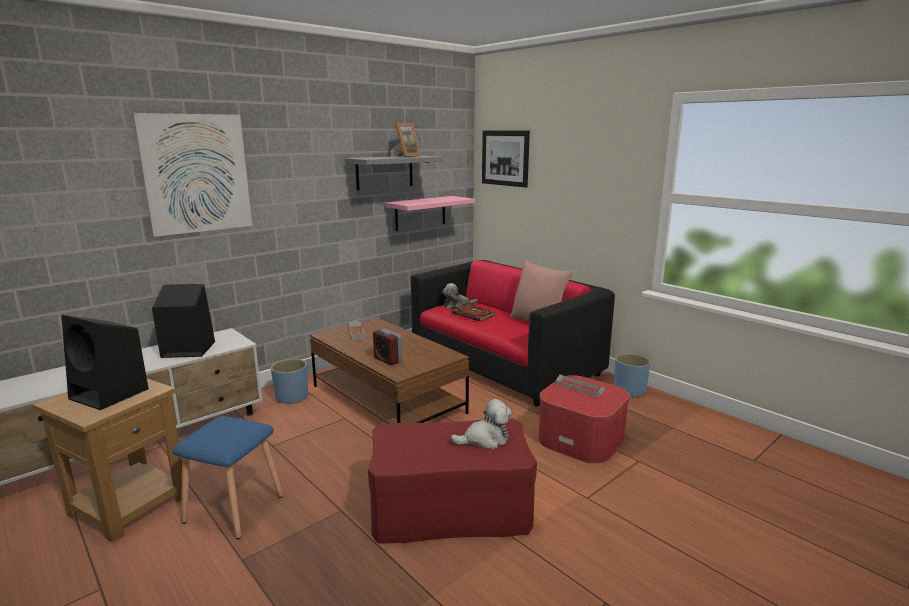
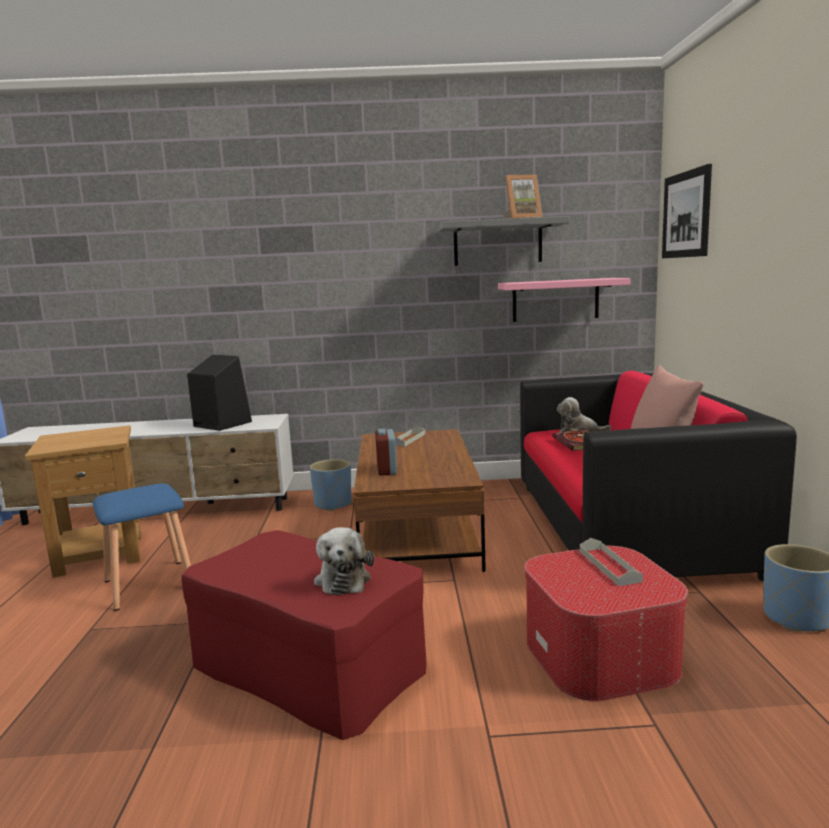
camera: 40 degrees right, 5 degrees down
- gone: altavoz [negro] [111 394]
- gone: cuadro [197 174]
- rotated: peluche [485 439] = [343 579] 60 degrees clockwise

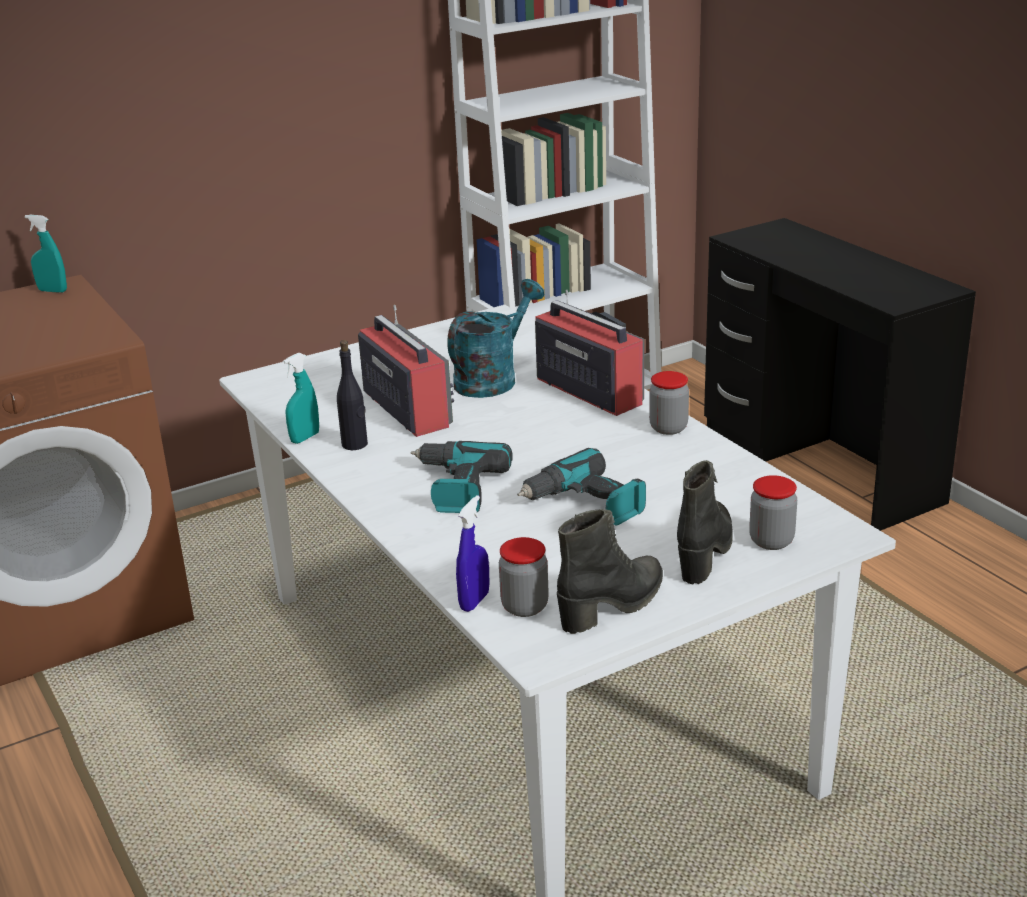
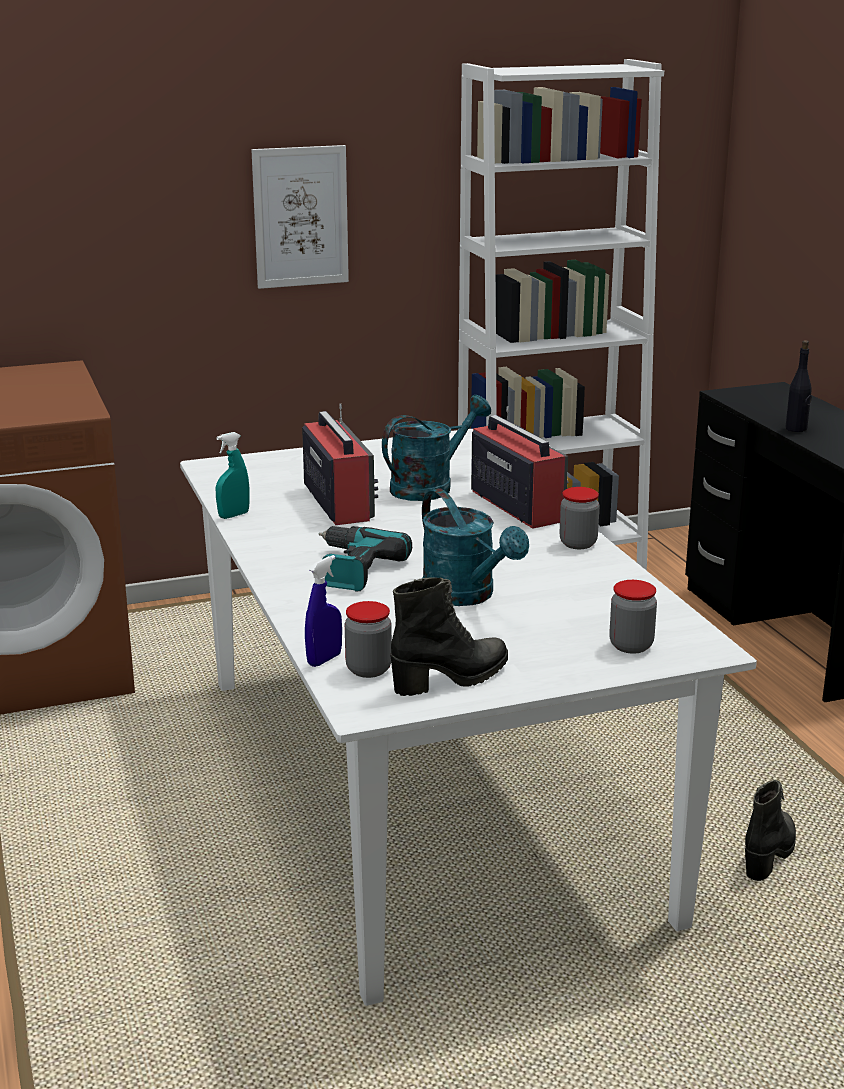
camera: 10 degrees right, 5 degrees down
- gone: pulverizador [turquesa] [52 291]
- new: cuadro [300 217]
- shifted: botella [negro] [355 444] to [796 429]
- shifted: bota [negro] [705 552] to [769 854]
- swapped: taladro [585 504] to regadera [turquesa] [466 596]

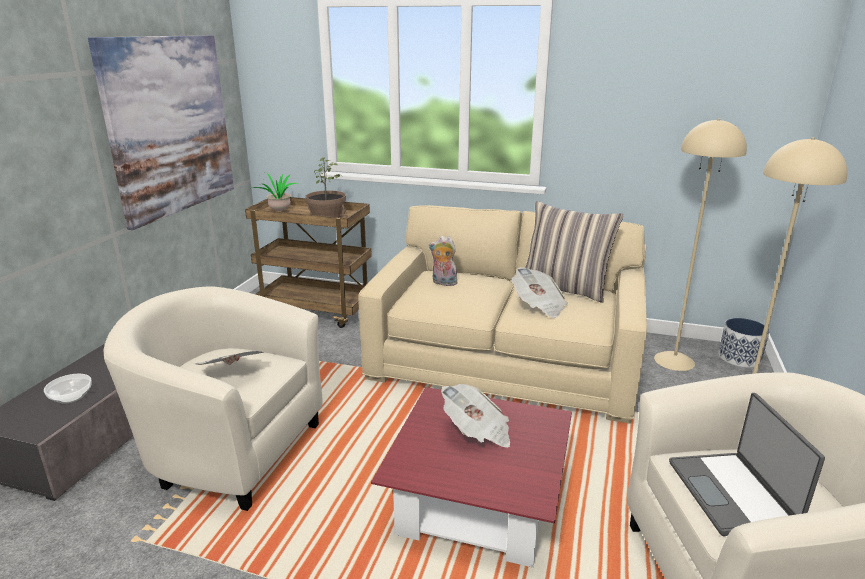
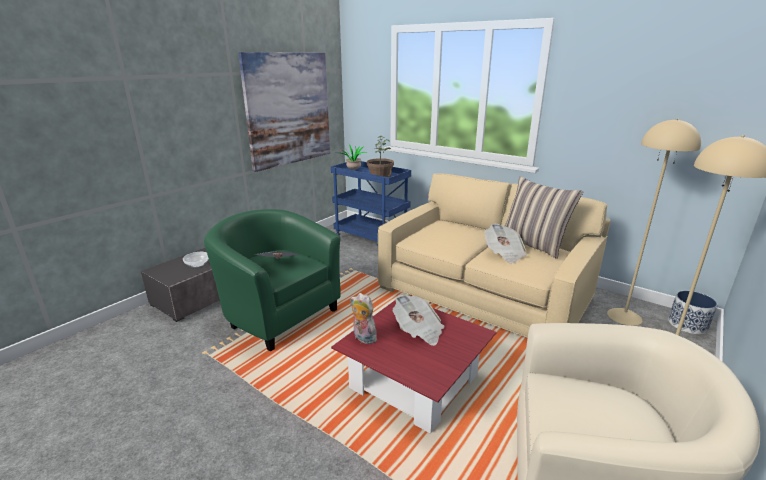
camera: 20 degrees right, 0 degrees up
- gone: portátil [733 494]
- shifted: peluche [443 283] to [363 338]
- repainted: sillón [beis] [230 450] to sillón [verde] [278 314]
- repainted: carrito [marrón] [318 311] to carrito [azul] [372 240]

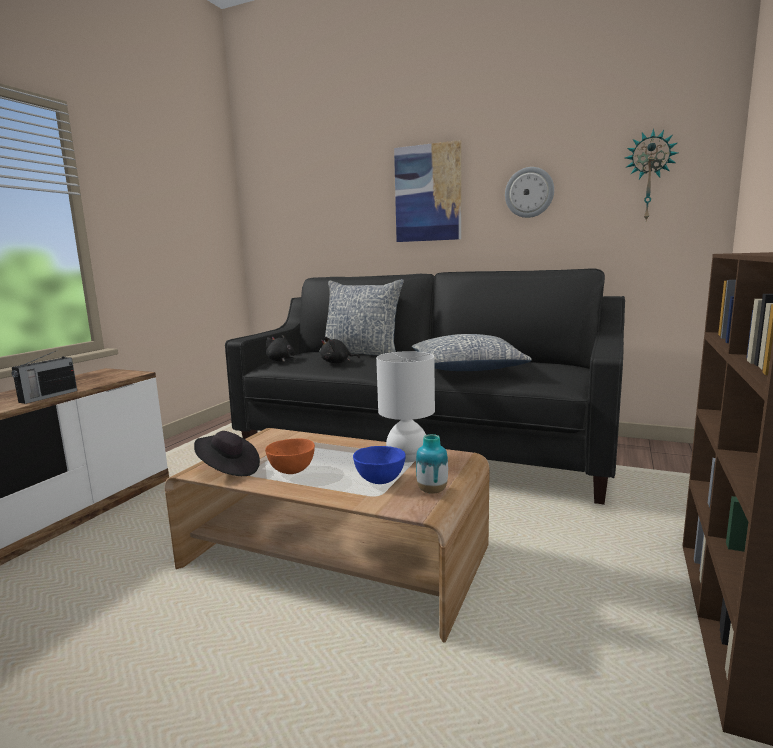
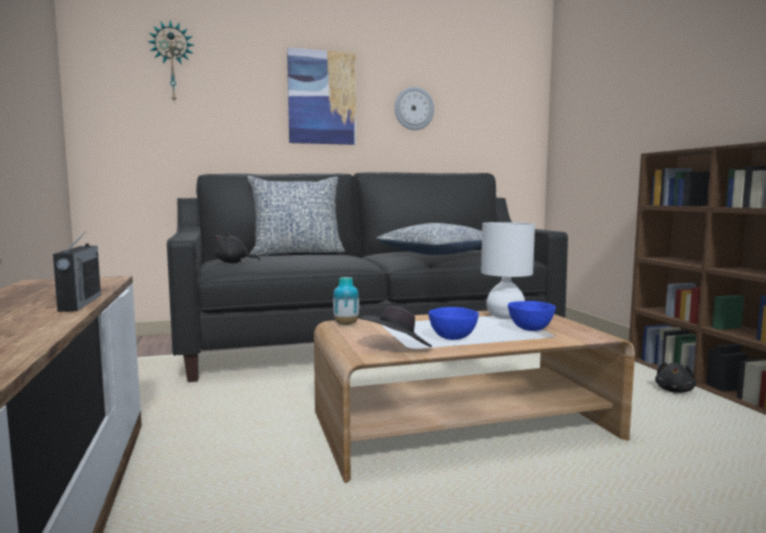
camera: 40 degrees left, 5 degrees down
- shifted: peluche [negro] [337 362] to [674 390]
- shifted: florero [432 491] to [346 324]
- shifted: reloj de pared [649 176] to [172 62]
- repainted: cuenco [naranja] [292 471] to cuenco [azul] [453 338]

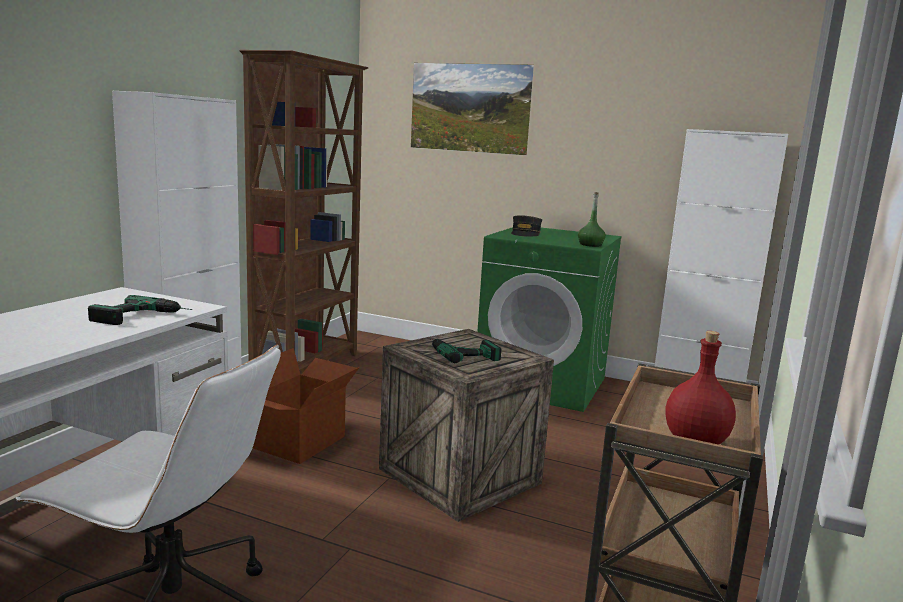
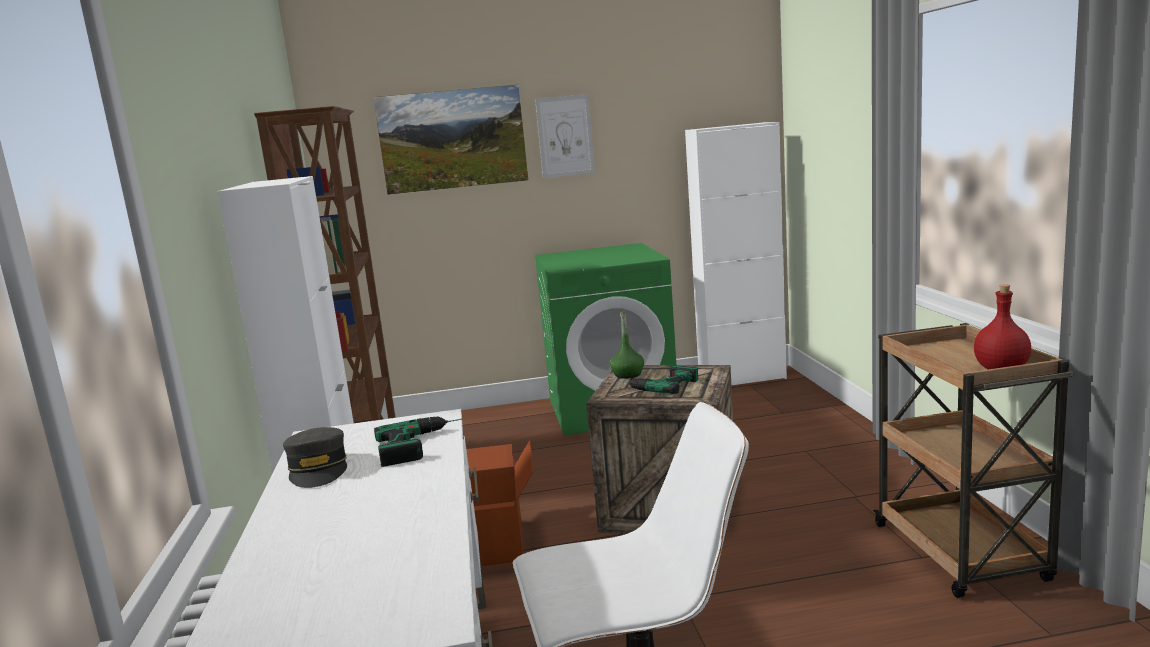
camera: 30 degrees left, 0 degrees up
- new: cuadro [565 136]
- shifted: gorra [gris] [525 234] to [318 469]
- shifted: botella [verde] [590 245] to [627 374]

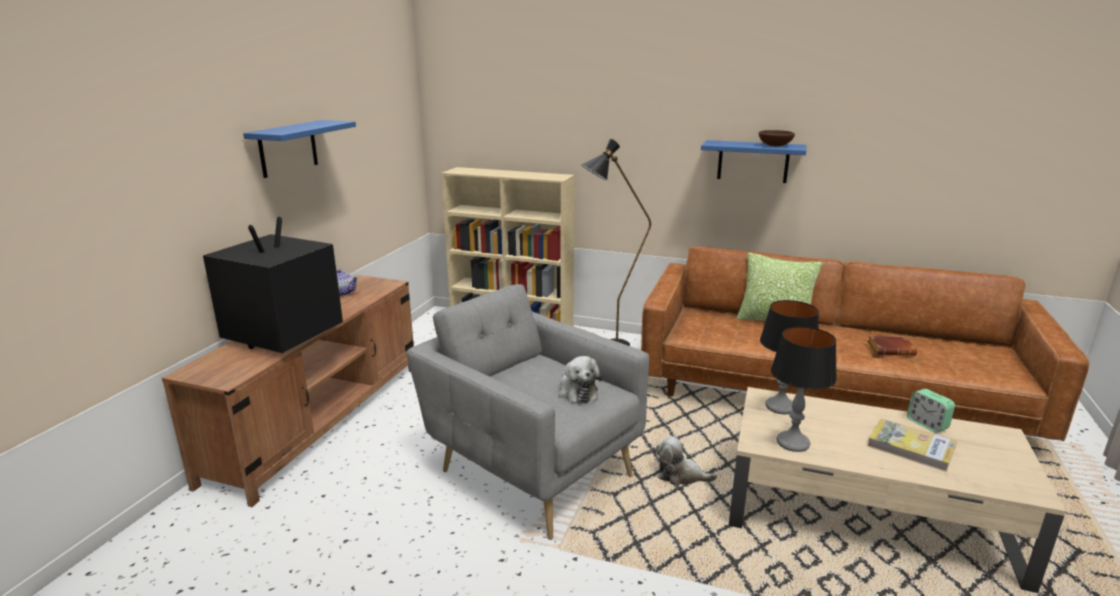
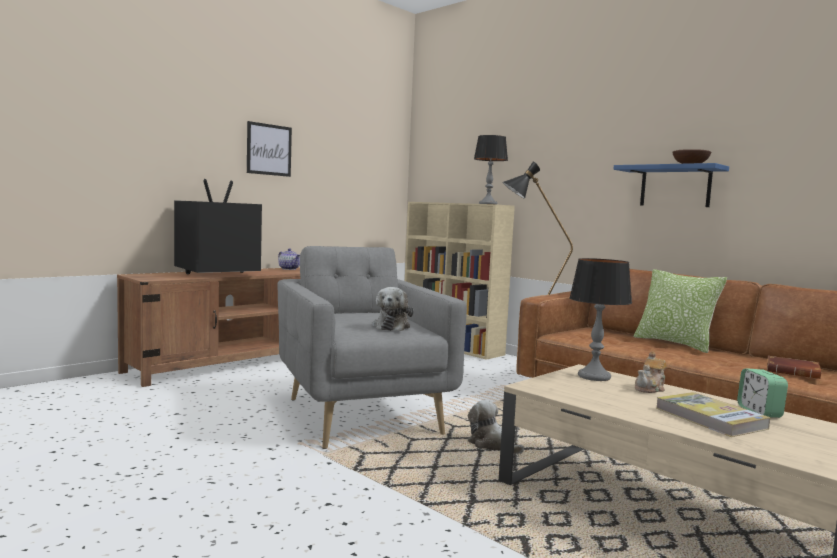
camera: 25 degrees right, 15 degrees down
- new: tetera [650 389]
- shifted: lámpara de mesa [792 442] to [488 204]
- swapped: estante [azul] [288 148] to cuadro [269 149]

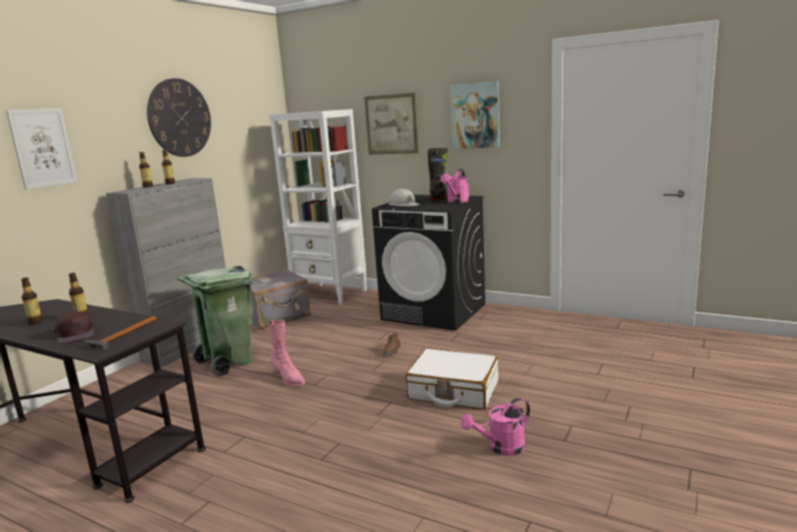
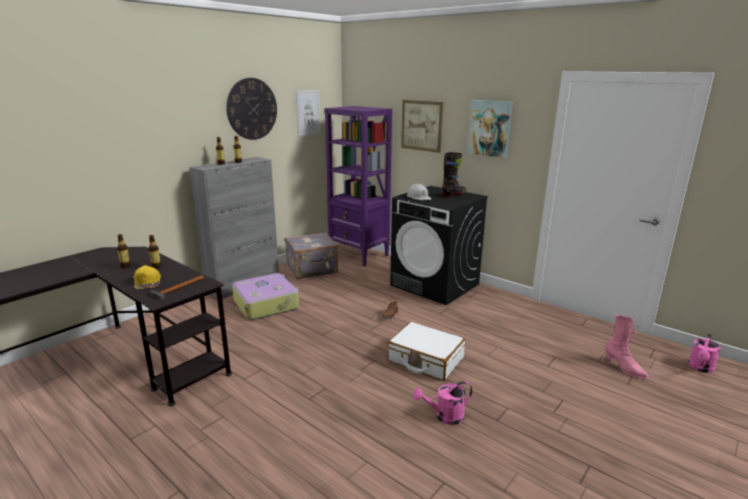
camera: 10 degrees right, 5 degrees up
- shifted: cuadro [42 148] to [308 112]
- shifted: bota [rosa] [288 379] to [624 368]
- shifted: regadera [rosa] [456 201] to [700 368]
- swapped: papelera [verde] [228 362] to maleta [266 304]
- repainted: gorra [marrón] [76 334] to gorra [amarillo] [148 281]
- repainted: estantería [blanco] [330 294] to estantería [morado] [359 255]

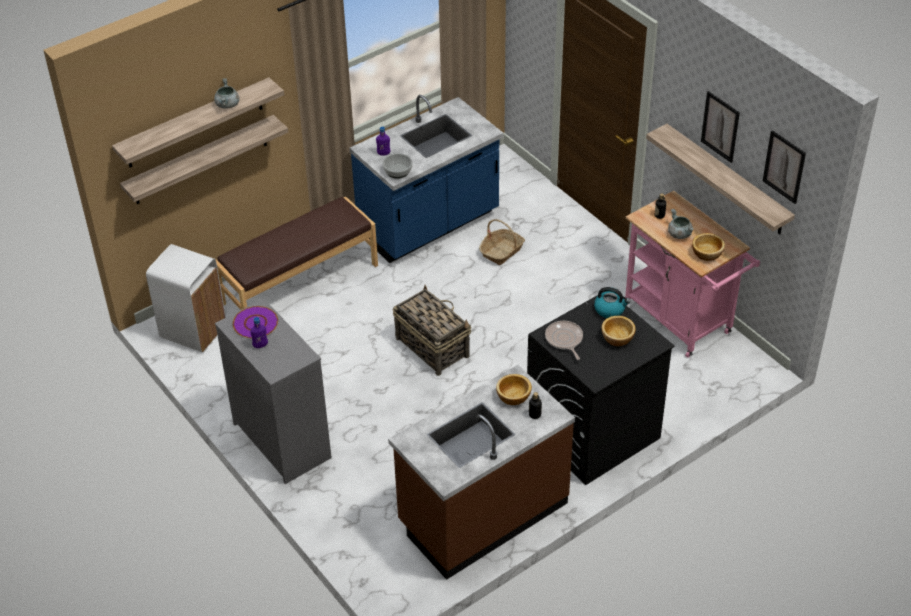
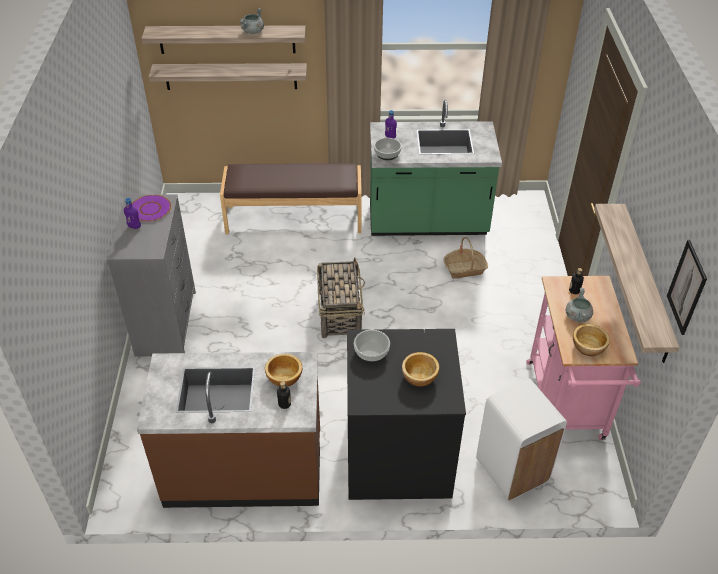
camera: 35 degrees right, 0 degrees up
- gone: hervidor [610 309]
- gone: cuadro [720 126]
- shifted: papelera [blanco] [193 331] to [512 469]
- swapped: sartén [564 339] to cuenco [371 351]
- repainted: mueble bajo de cocina [azul] [429 226] to mueble bajo de cocina [verde] [427 223]

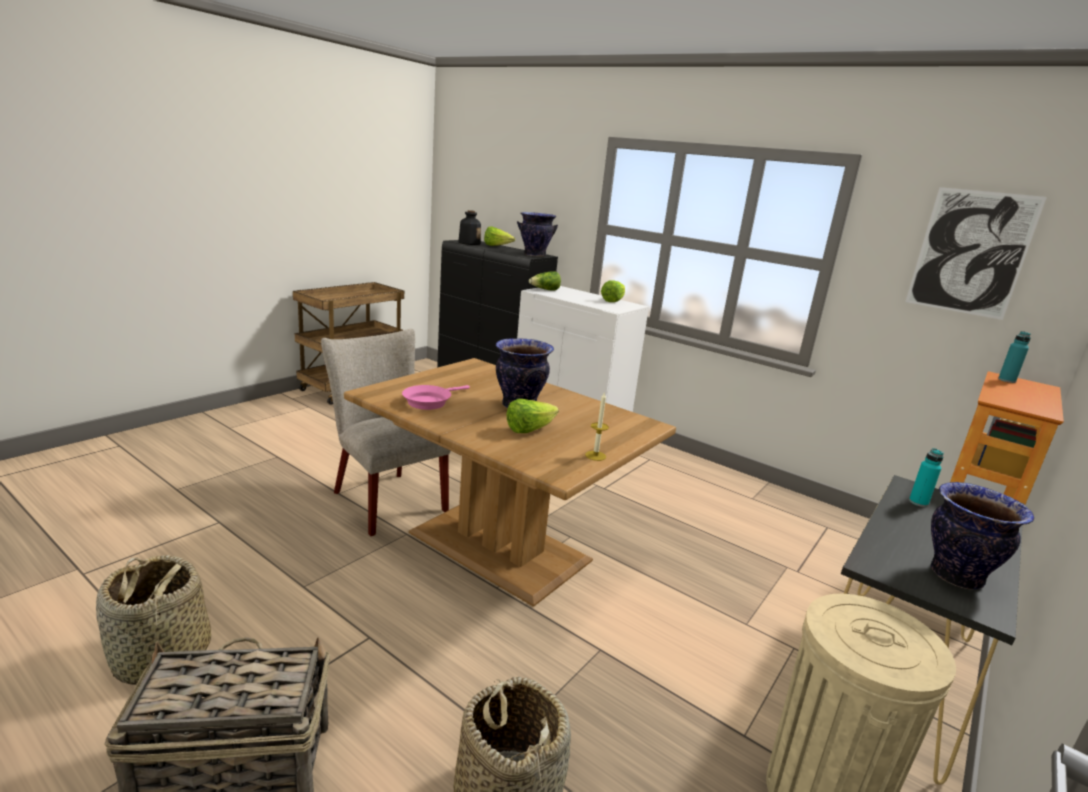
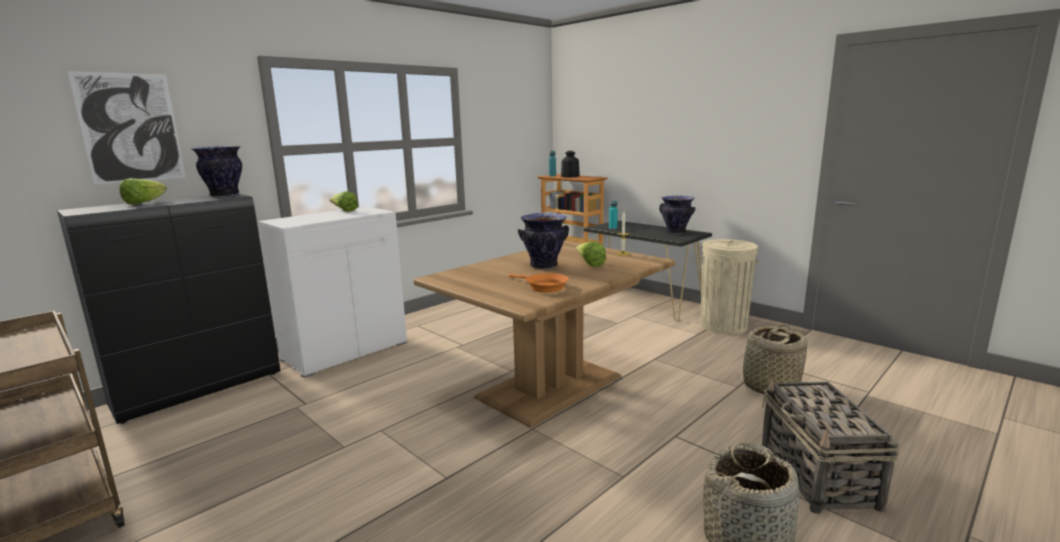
camera: 80 degrees left, 5 degrees down
- gone: silla [beis] [384 498]
- gone: lechuga [545 290]
- shifted: botella [469 243] to [570 176]
- shifted: cuadro [971 253] to [130 128]
- repainted: sartén [rosa] [430 401] to sartén [naranja] [543 287]

